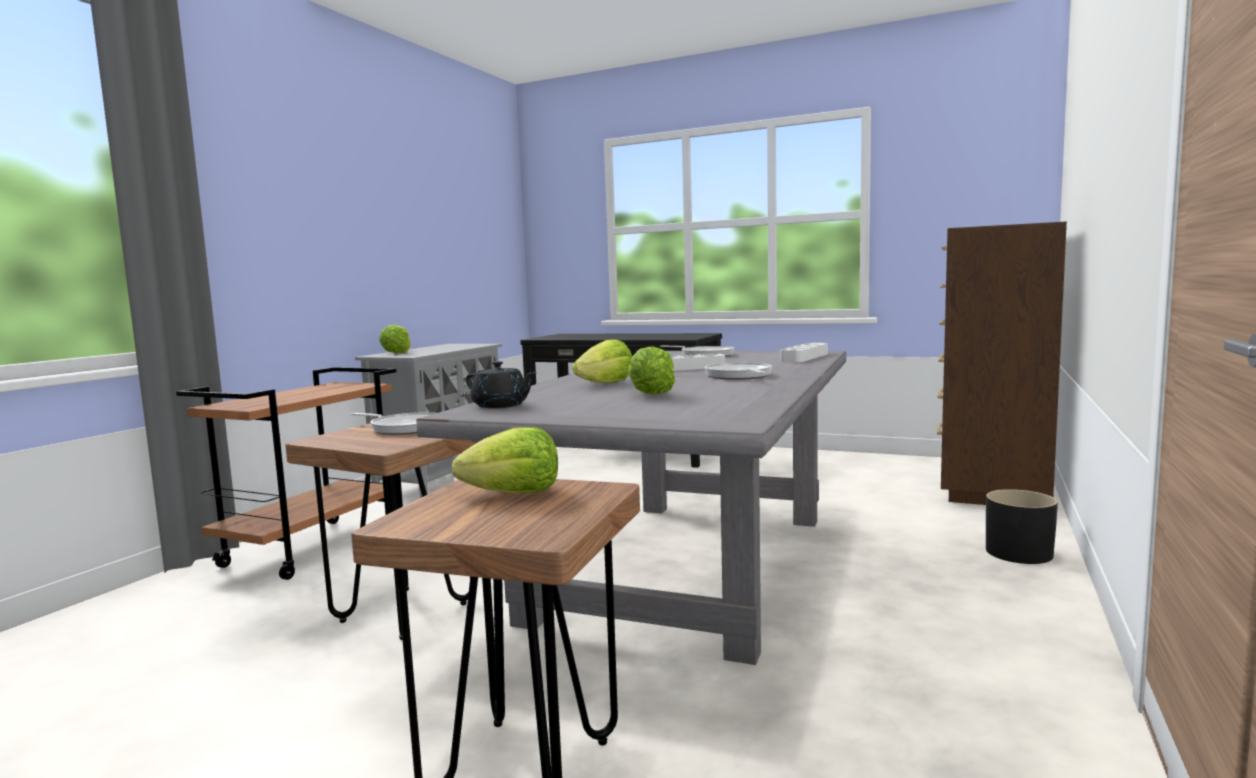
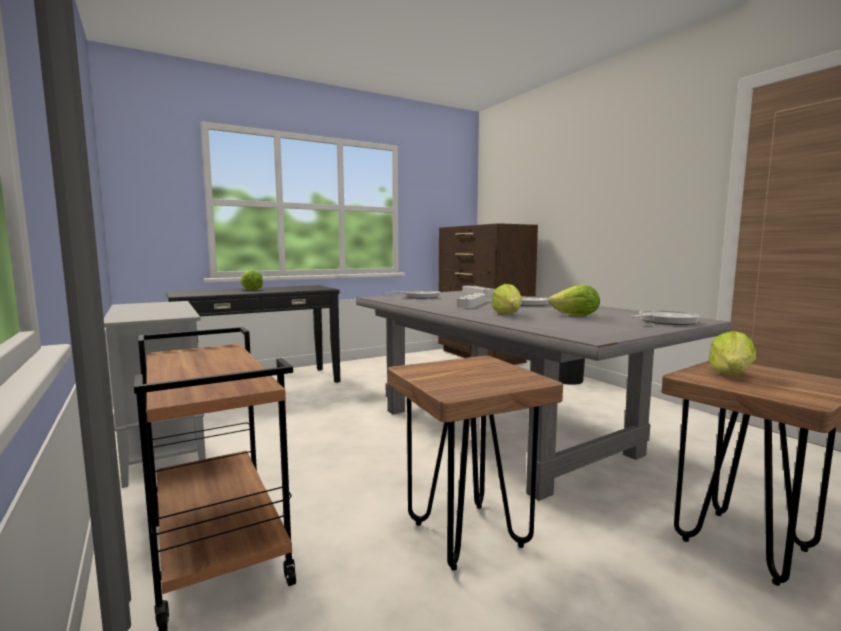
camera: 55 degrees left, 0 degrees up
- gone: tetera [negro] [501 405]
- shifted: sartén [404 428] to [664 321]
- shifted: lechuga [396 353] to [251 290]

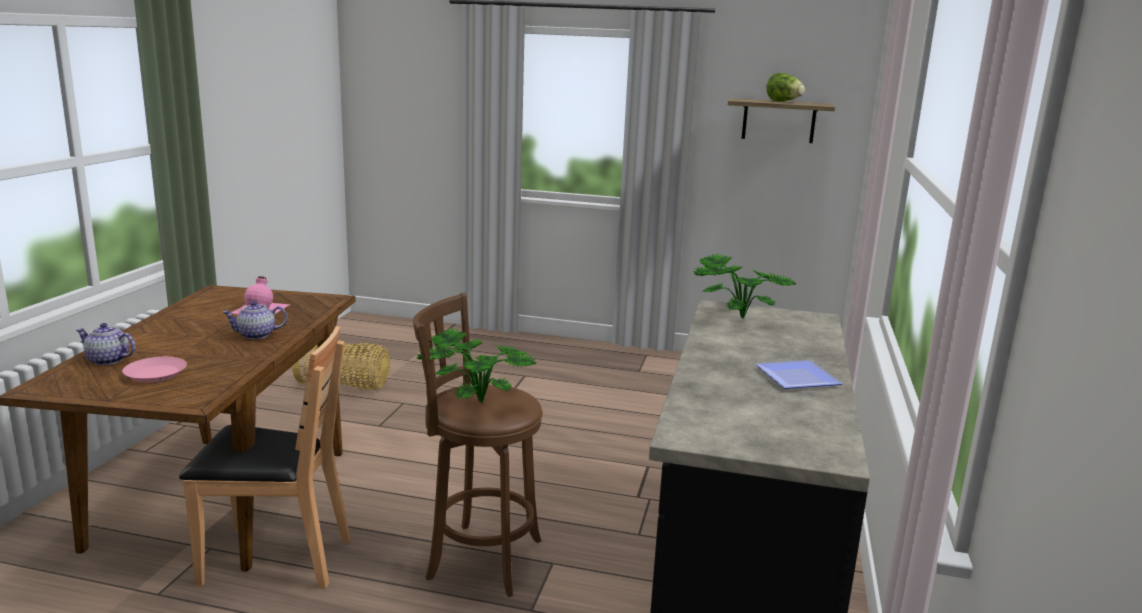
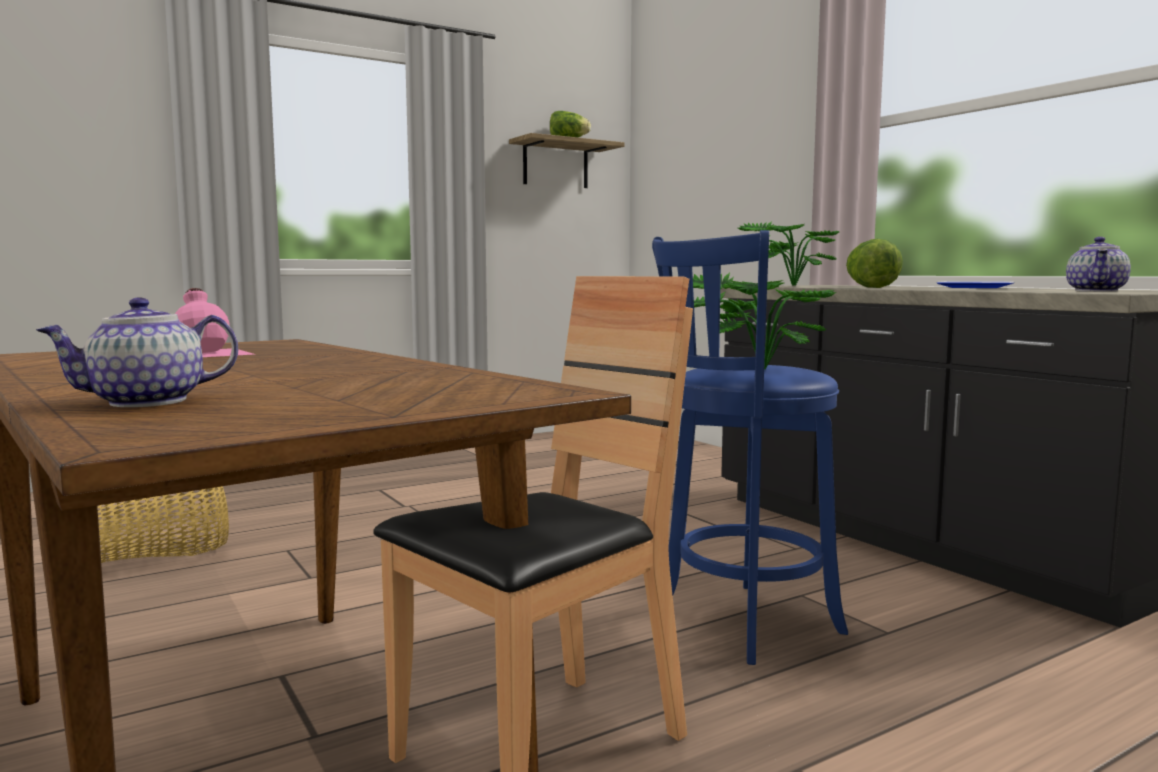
camera: 45 degrees left, 10 degrees down
- gone: plato [rosa] [156 374]
- new: lechuga [869 287]
- shifted: tetera [256 335] to [1097 291]
- repainted: taburete [marrón] [478 558] to taburete [azul] [740 623]

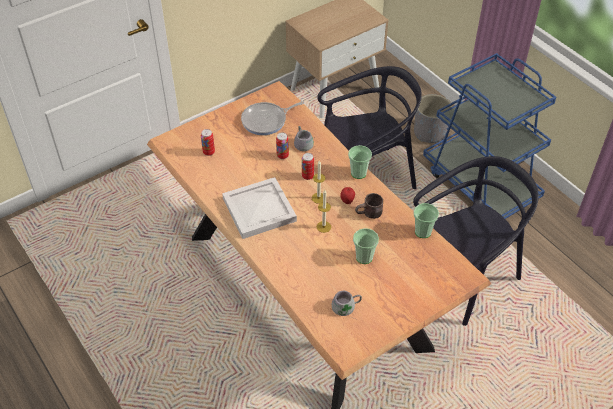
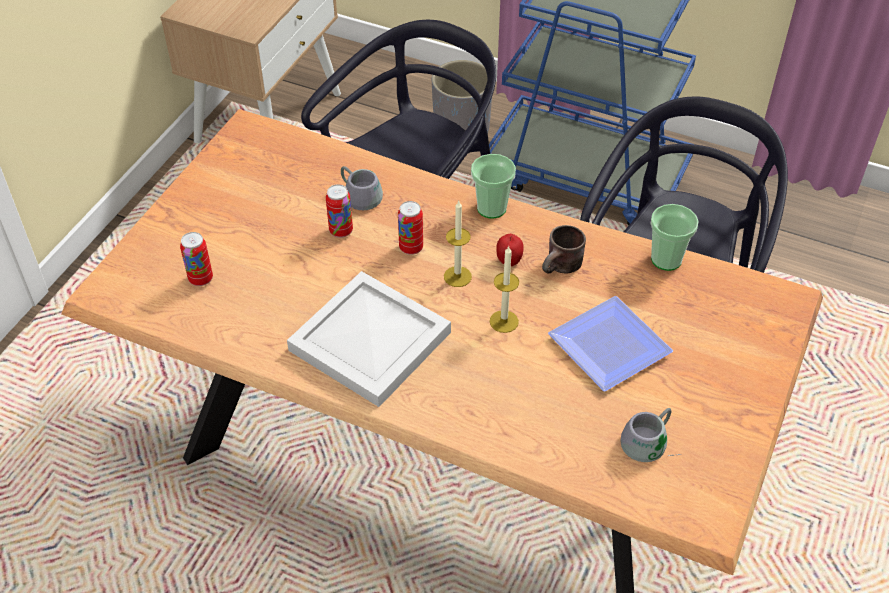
camera: 30 degrees left, 0 degrees up
- gone: sartén [266 121]
- swapped: taza [364 257] to plato [609 343]

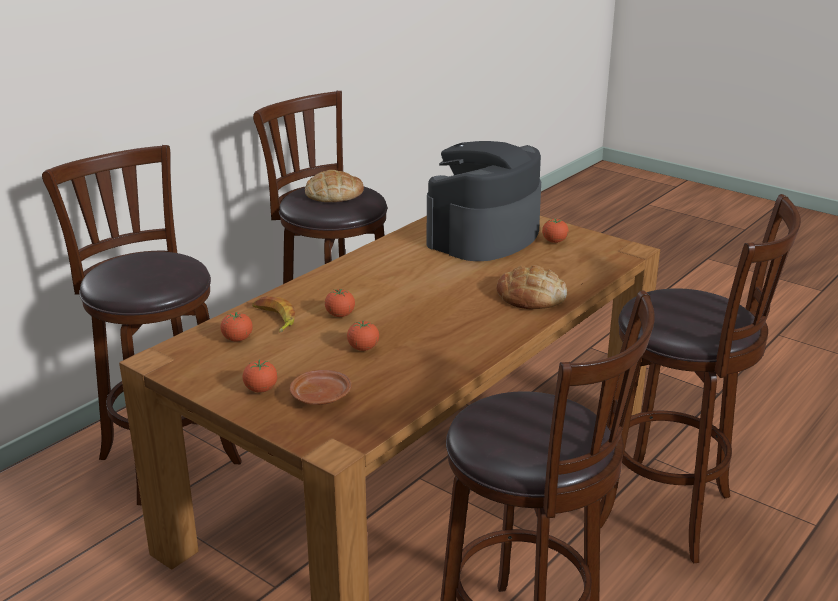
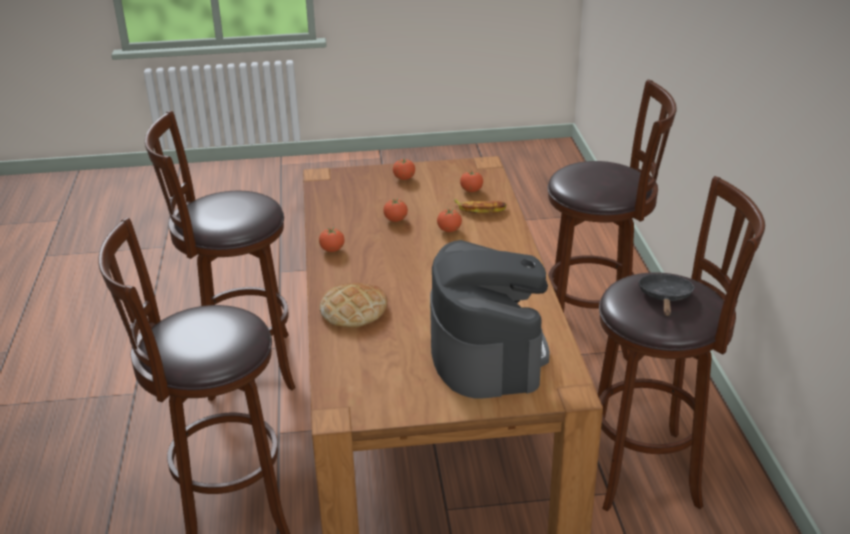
camera: 135 degrees right, 5 degrees up
- gone: plato [marrón] [321 396]
- shifted: tomate [554 241] to [332 250]
- swapped: pan [333 194] to sartén [negro] [665 298]

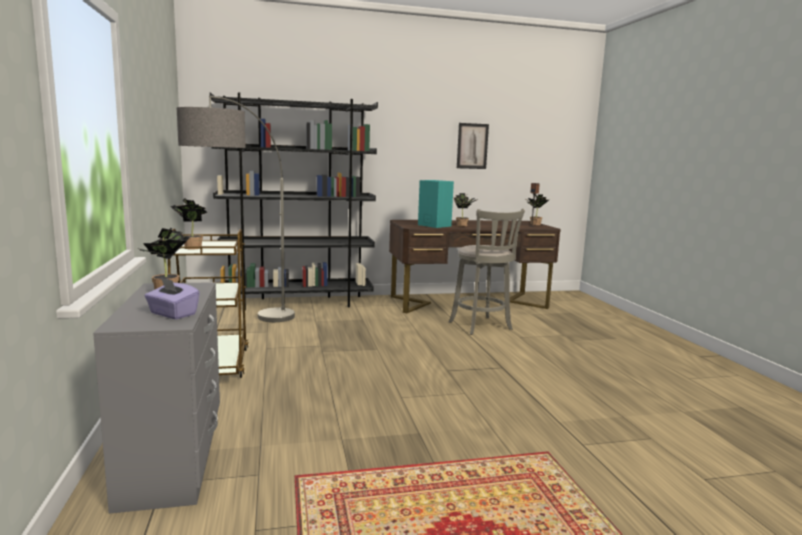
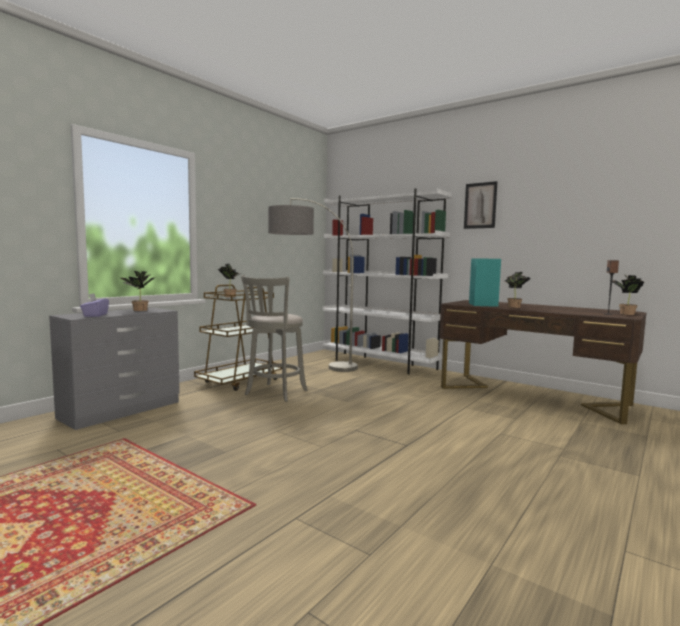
camera: 50 degrees right, 5 degrees down
- shifted: taburete [gris] [481 326] to [274 393]
- shifted: cuadro [472 146] to [480 205]
- repainted: estantería [negro] [297 303] to estantería [blanco] [379 364]

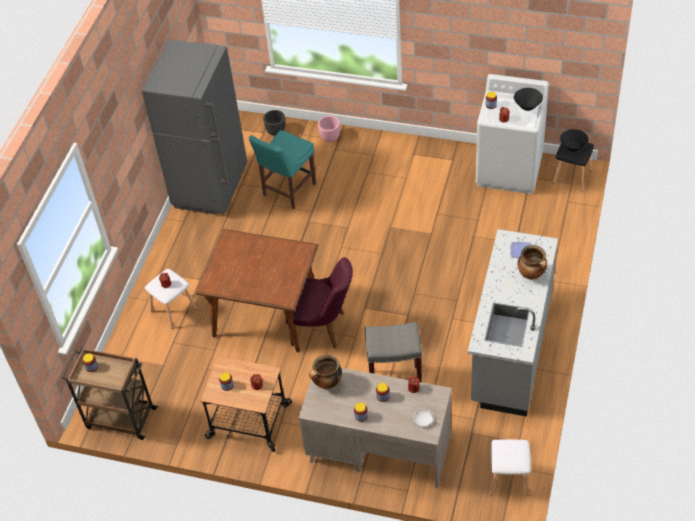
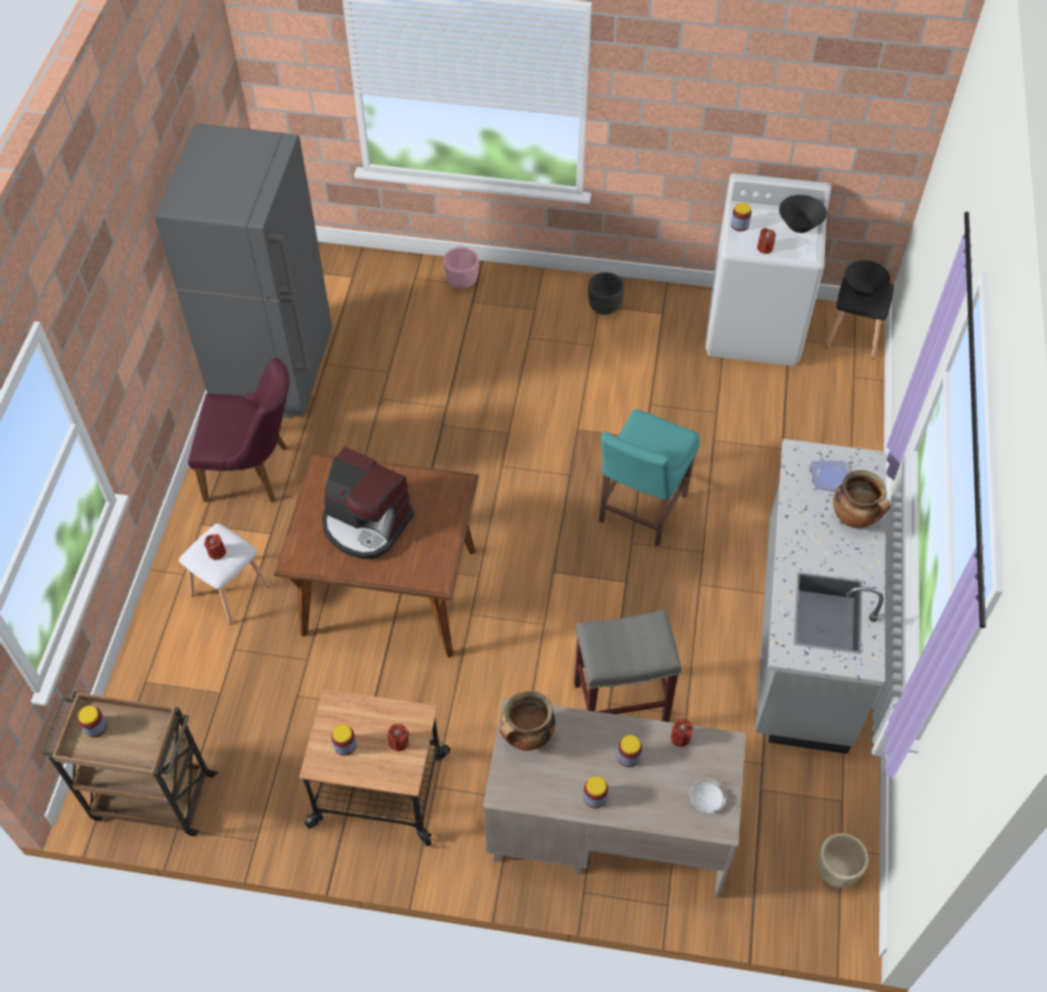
camera: 10 degrees left, 5 degrees up
- new: cafetera [365 524]
- shifted: silla [turquesa] [287 191] to [640 511]
- shifted: maceta [negro] [276 131] to [605 307]
- shifted: silla [morado] [323 328] to [255 472]
- swapped: taburete [blanco] [509 478] to maceta [beis] [836 870]

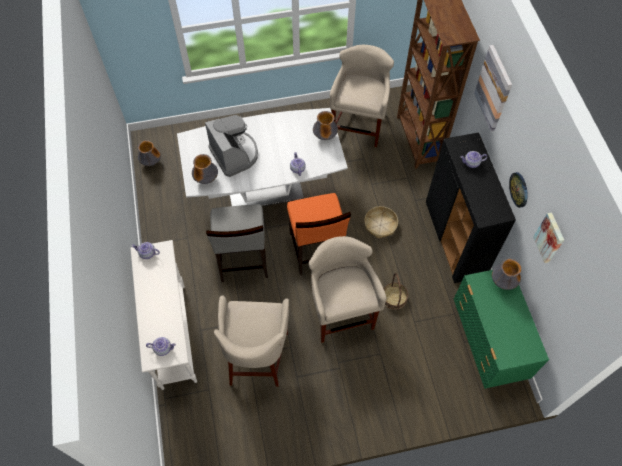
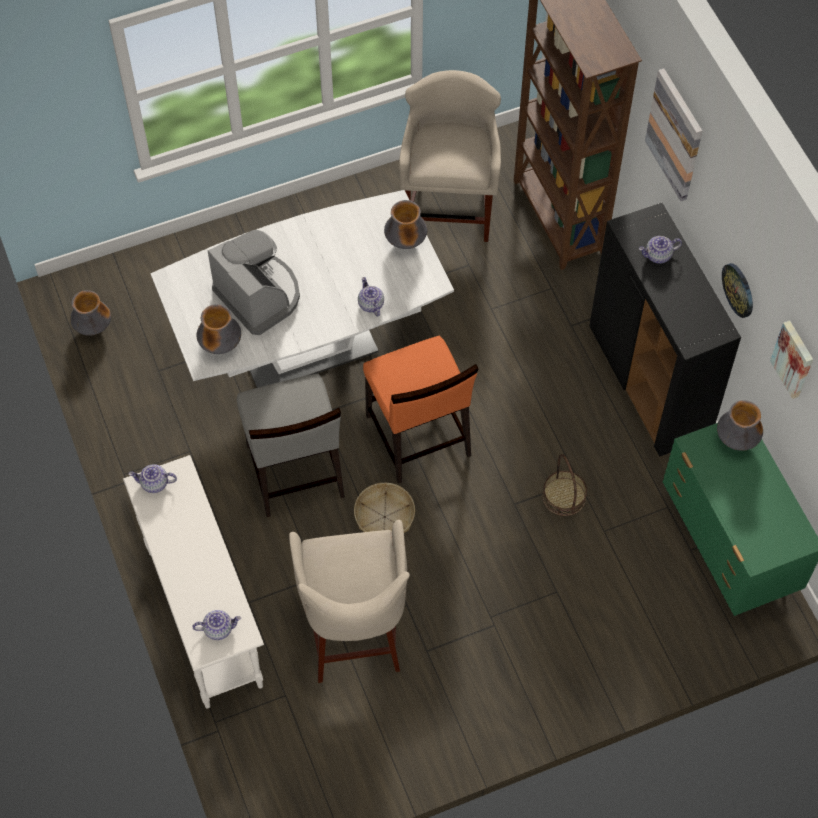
camera: 10 degrees left, 0 degrees up
- gone: taburete [beis] [341 312]
- shifted: cesta [380 225] to [384 516]

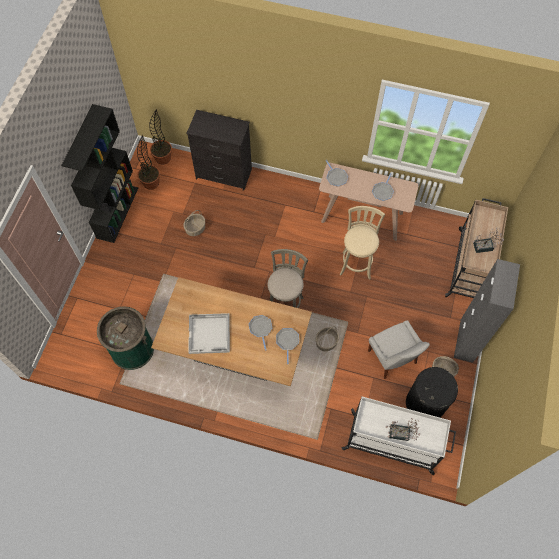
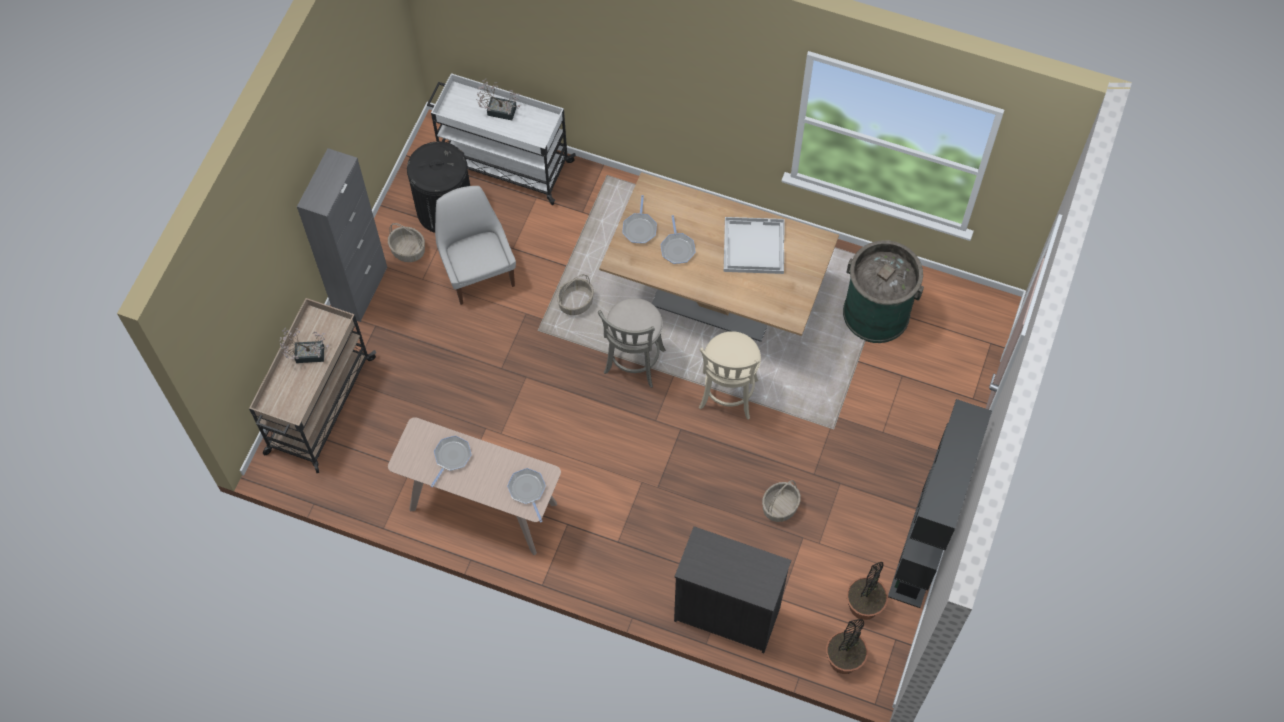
camera: 175 degrees left, 0 degrees up
- shifted: taburete [beis] [356 263] to [727 397]

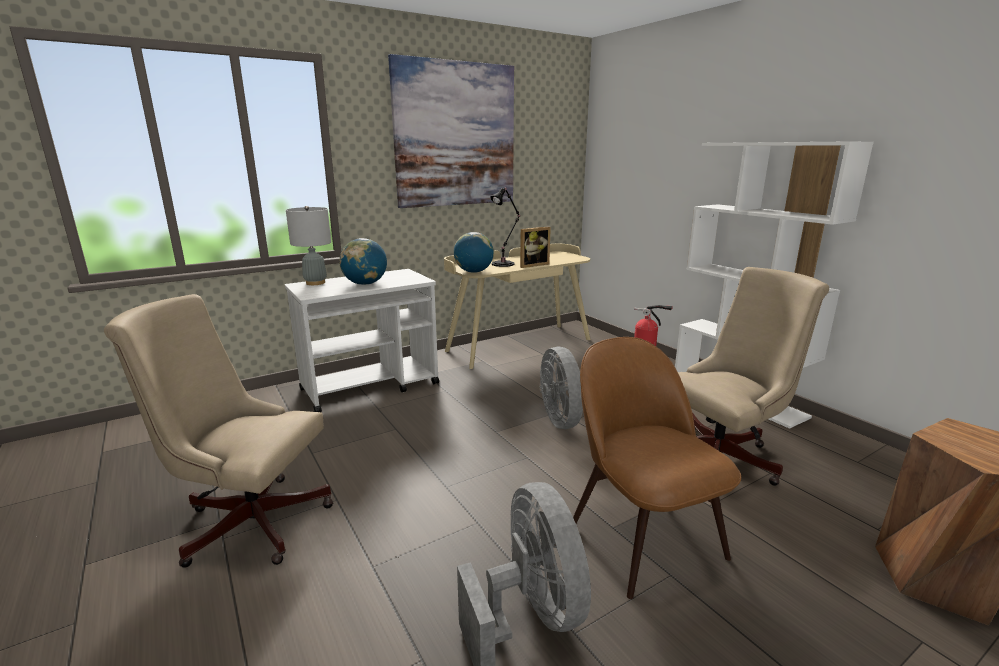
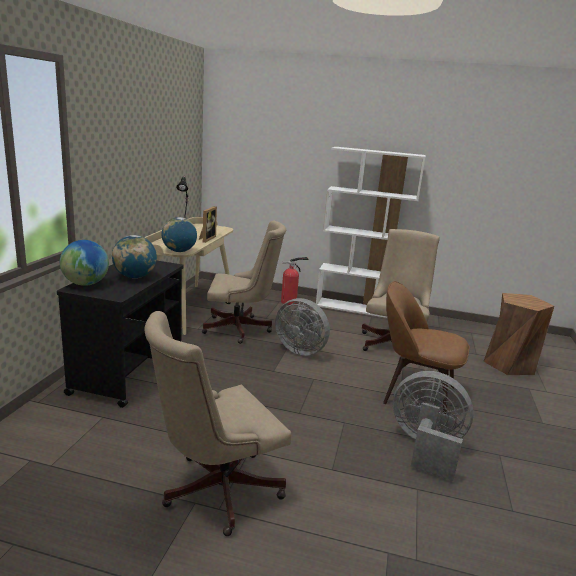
camera: 45 degrees left, 0 degrees up
- gone: cuadro [455 135]
- new: silla de oficina [beis] [241 329]
- swapped: lámpara de mesa [gris] [315 283] to globo terráqueo [86 284]
- repainted: carrito [blanco] [371 386] to carrito [negro] [129 371]

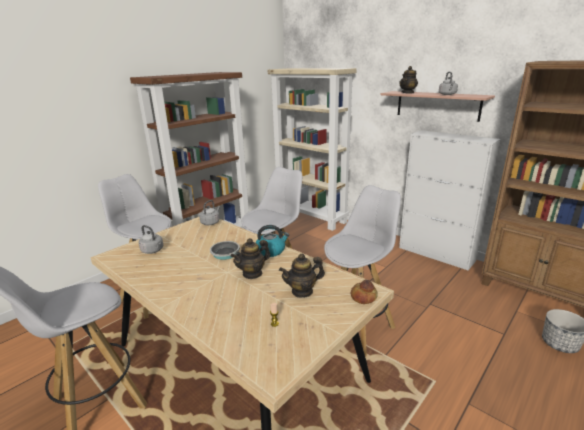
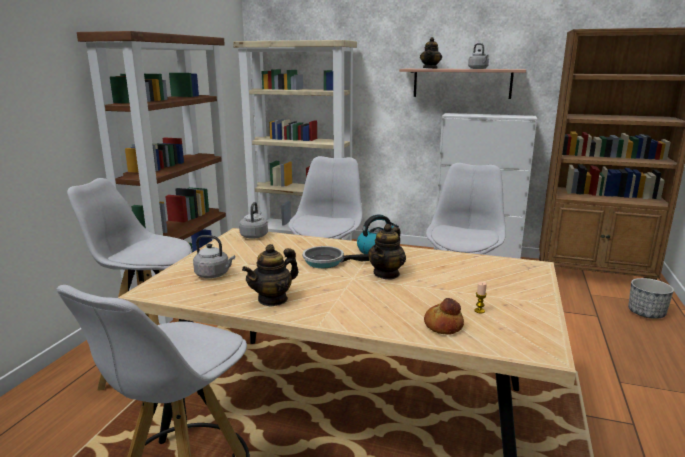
camera: 25 degrees left, 5 degrees down
- shifted: tetera [302 291] to [273 299]
- shifted: pan [363 296] to [443 325]

